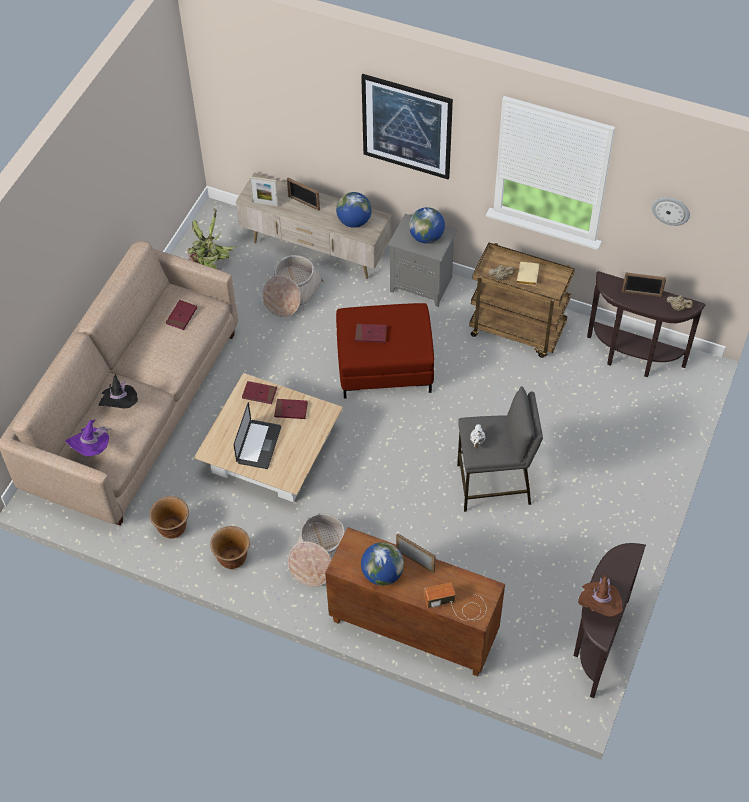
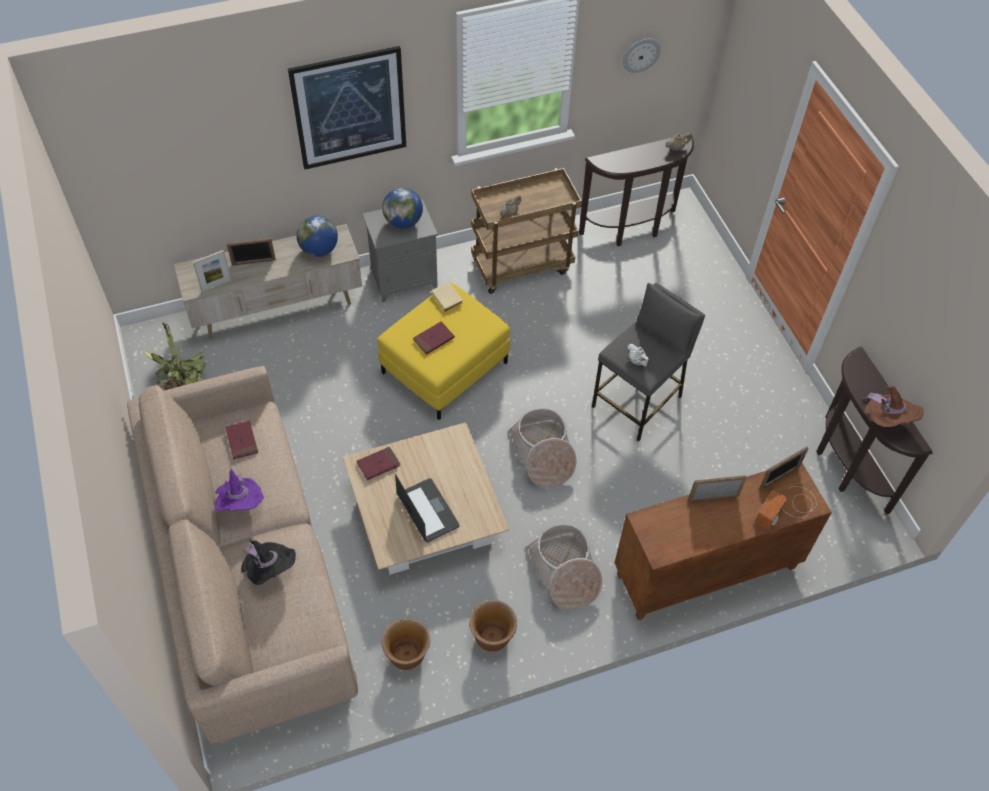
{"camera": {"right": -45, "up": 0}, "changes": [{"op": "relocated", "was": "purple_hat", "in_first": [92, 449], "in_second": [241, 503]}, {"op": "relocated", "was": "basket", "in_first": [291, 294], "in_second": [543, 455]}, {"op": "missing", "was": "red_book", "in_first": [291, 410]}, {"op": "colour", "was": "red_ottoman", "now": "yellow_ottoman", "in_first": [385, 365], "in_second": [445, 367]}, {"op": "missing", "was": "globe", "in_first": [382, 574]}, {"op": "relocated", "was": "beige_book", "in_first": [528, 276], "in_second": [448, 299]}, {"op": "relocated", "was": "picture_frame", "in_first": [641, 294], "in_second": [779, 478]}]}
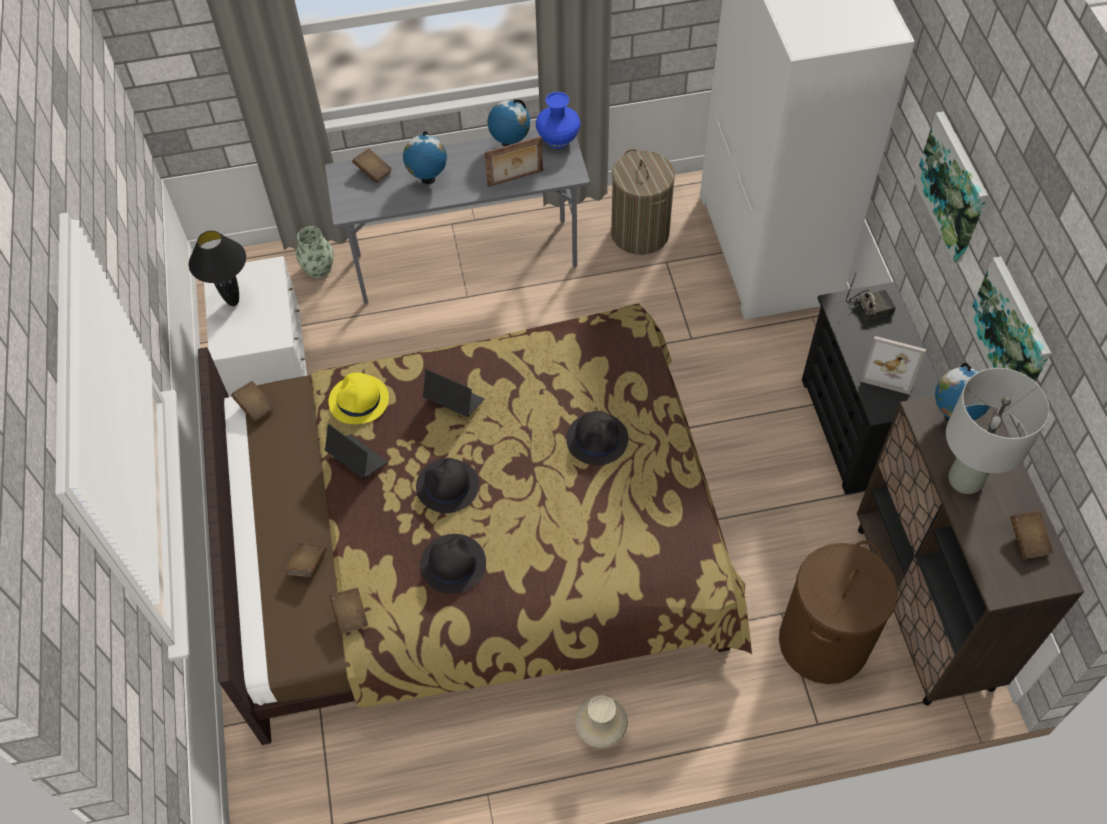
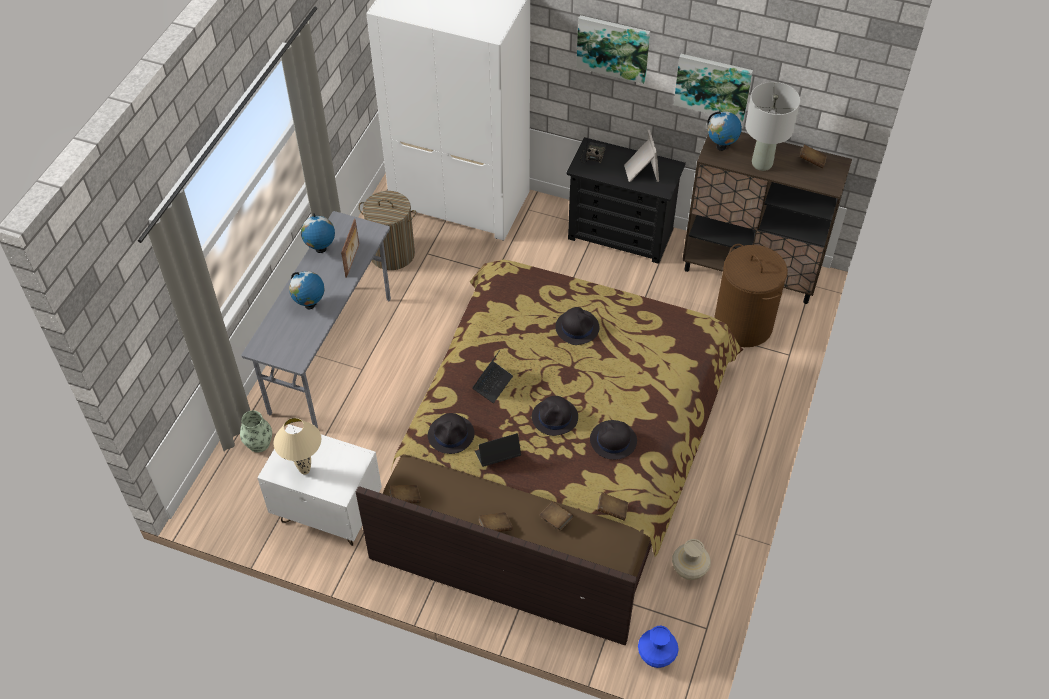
{"camera": {"right": -60, "up": -5}, "changes": [{"op": "colour", "was": "black_table_lamp", "now": "beige_table_lamp", "in_first": [233, 302], "in_second": [305, 471]}, {"op": "colour", "was": "yellow_hat", "now": "black_hat", "in_first": [359, 400], "in_second": [451, 434]}, {"op": "relocated", "was": "brown_book", "in_first": [373, 172], "in_second": [495, 527]}, {"op": "spun", "was": "laptop", "in_first": [454, 401], "in_second": [492, 384], "clockwise": 150}, {"op": "relocated", "was": "blue_vase", "in_first": [558, 140], "in_second": [656, 656]}, {"op": "relocated", "was": "beige_vase", "in_first": [600, 730], "in_second": [689, 570]}, {"op": "spun", "was": "picture_frame", "in_first": [889, 369], "in_second": [640, 171], "clockwise": -60}]}
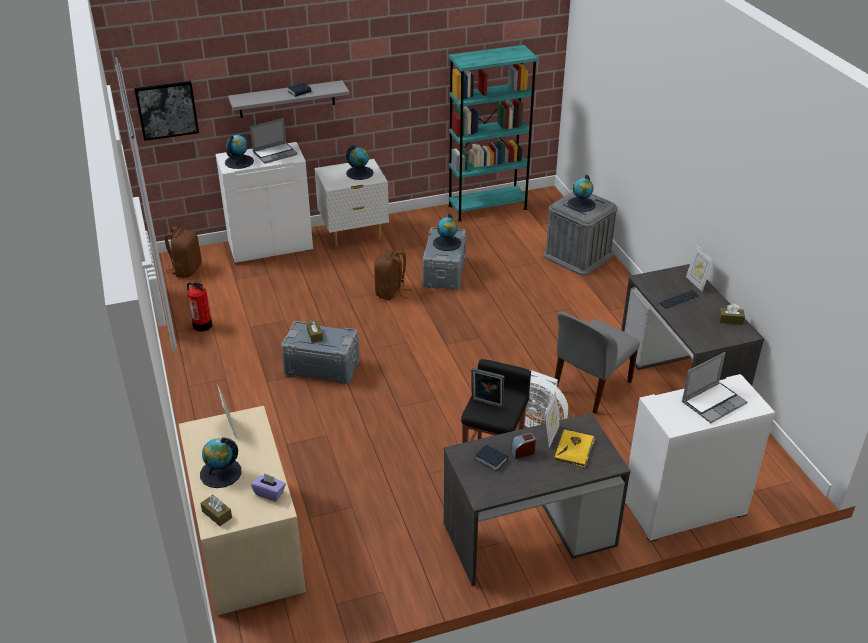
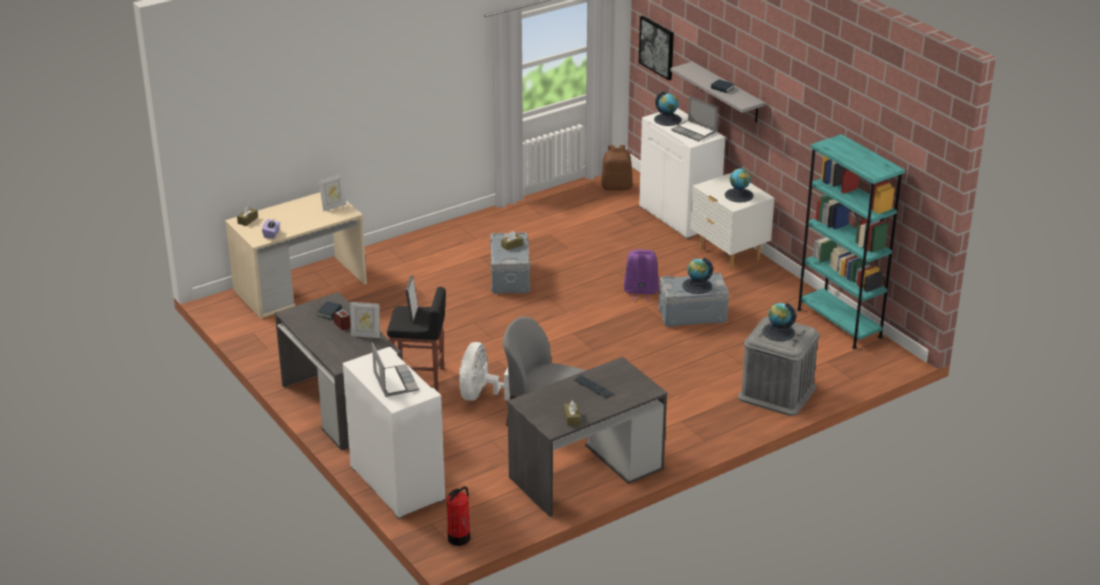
{"camera": {"right": 75, "up": -5}, "changes": [{"op": "relocated", "was": "fire_extinguisher", "in_first": [202, 325], "in_second": [459, 538]}, {"op": "missing", "was": "globe", "in_first": [220, 473]}, {"op": "colour", "was": "brown_backpack", "now": "purple_backpack", "in_first": [391, 292], "in_second": [640, 291]}, {"op": "missing", "was": "yellow_book", "in_first": [574, 450]}, {"op": "spun", "was": "laptop", "in_first": [713, 402], "in_second": [394, 381], "clockwise": -150}, {"op": "missing", "was": "picture_frame", "in_first": [696, 283]}]}
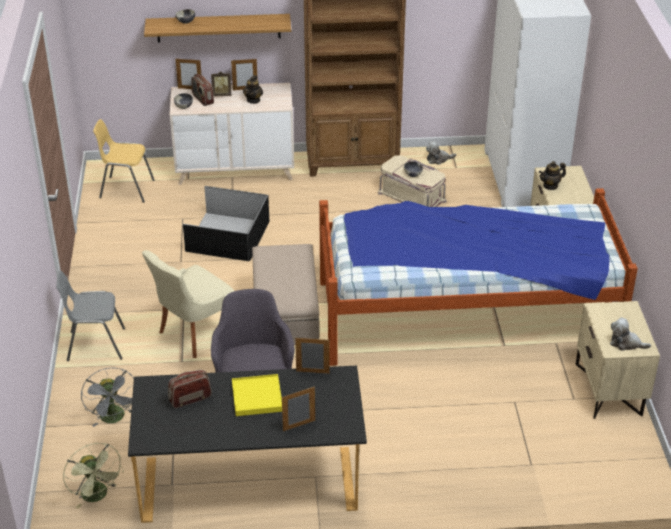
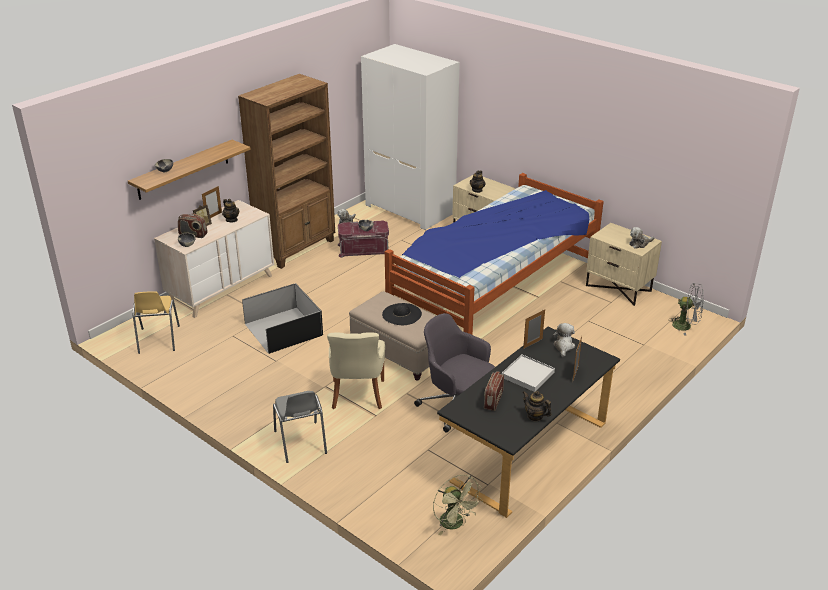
{"camera": {"right": -45, "up": -5}, "changes": [{"op": "spun", "was": "grey_chair", "in_first": [95, 345], "in_second": [300, 443], "clockwise": -60}, {"op": "spun", "was": "green_fan", "in_first": [97, 496], "in_second": [455, 524], "clockwise": 45}, {"op": "relocated", "was": "grey_fan", "in_first": [114, 418], "in_second": [686, 326]}, {"op": "spun", "was": "yellow_chair", "in_first": [126, 189], "in_second": [158, 340], "clockwise": -60}, {"op": "missing", "was": "picture_frame", "in_first": [190, 89]}, {"op": "colour", "was": "yellow_tray", "now": "white_tray", "in_first": [257, 397], "in_second": [528, 375]}, {"op": "colour", "was": "beige_storage_box", "now": "red_storage_box", "in_first": [412, 196], "in_second": [363, 248]}, {"op": "appeared", "now": "black_hat", "in_second": [401, 314]}, {"op": "appeared", "now": "teapot", "in_second": [535, 416]}, {"op": "appeared", "now": "plush_toy", "in_second": [563, 346]}]}
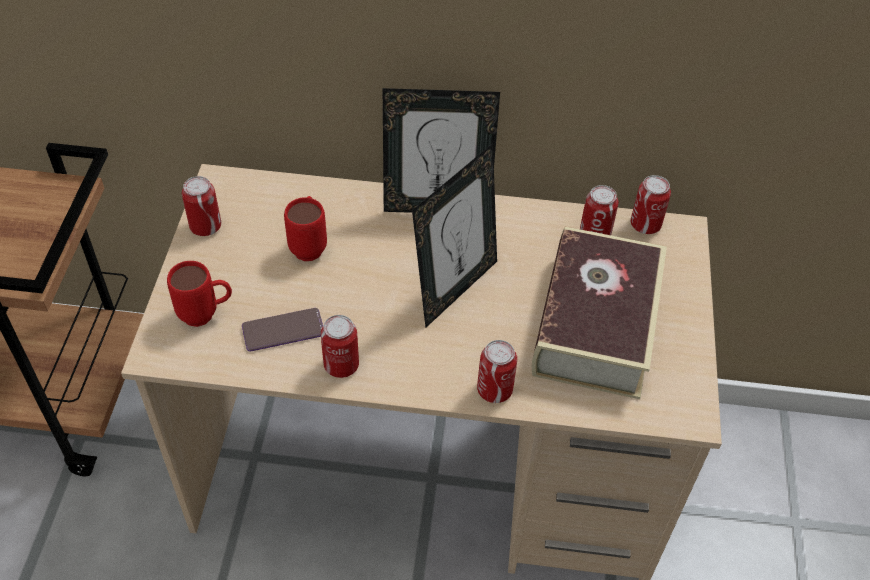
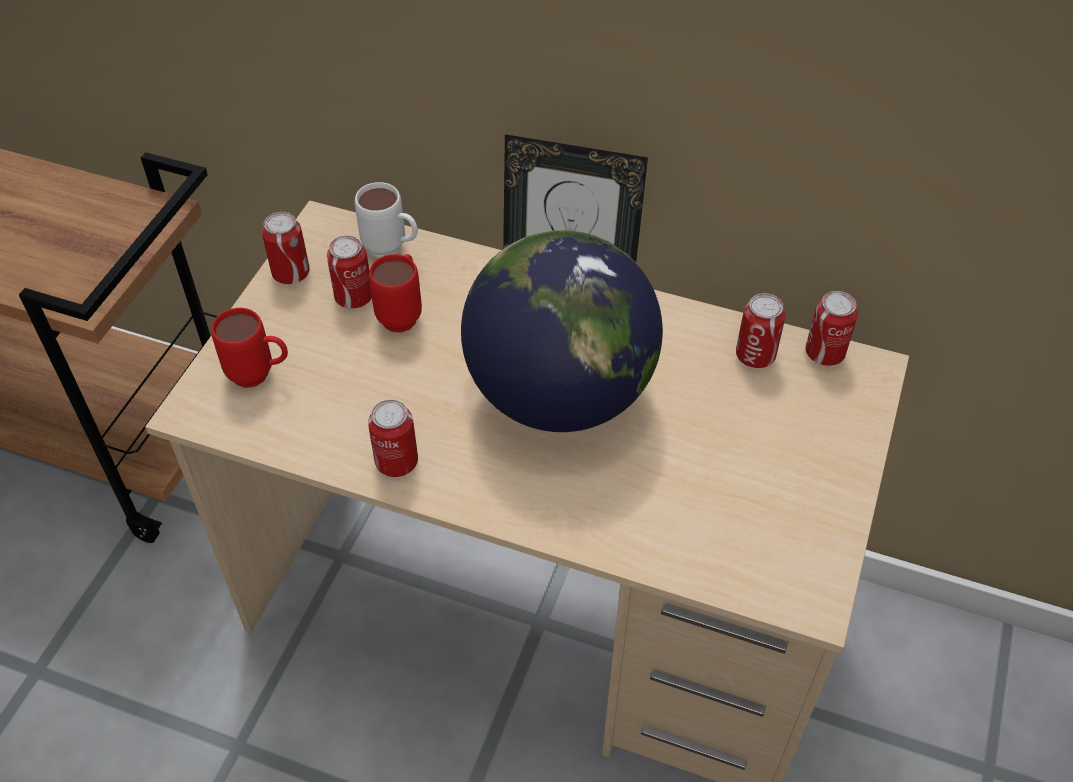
{"camera": {"right": 15, "up": 0}, "changes": [{"op": "missing", "was": "phone", "in_first": [283, 330]}, {"op": "exchanged", "was": "picture_frame", "now": "globe", "in_first": [455, 289], "in_second": [560, 393]}, {"op": "relocated", "was": "can", "in_first": [494, 390], "in_second": [354, 297]}, {"op": "missing", "was": "book", "in_first": [596, 324]}, {"op": "appeared", "now": "white_mug", "in_second": [392, 250]}]}
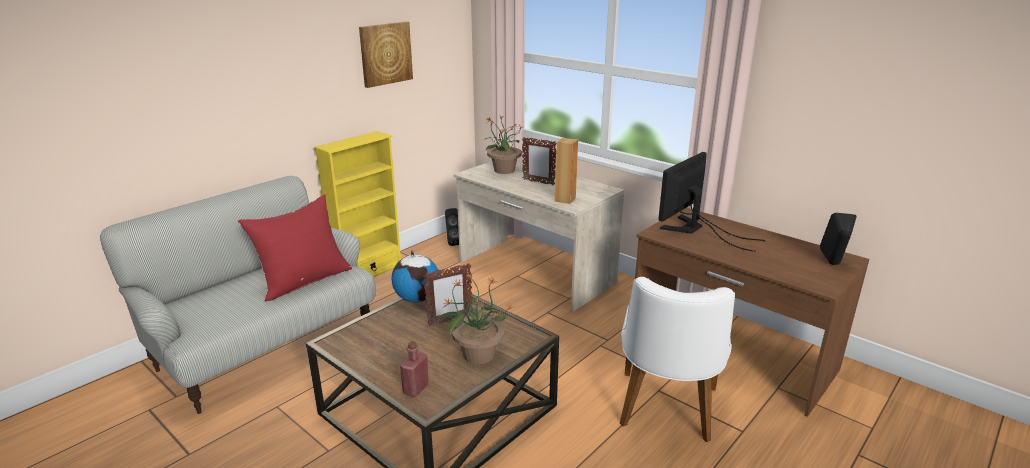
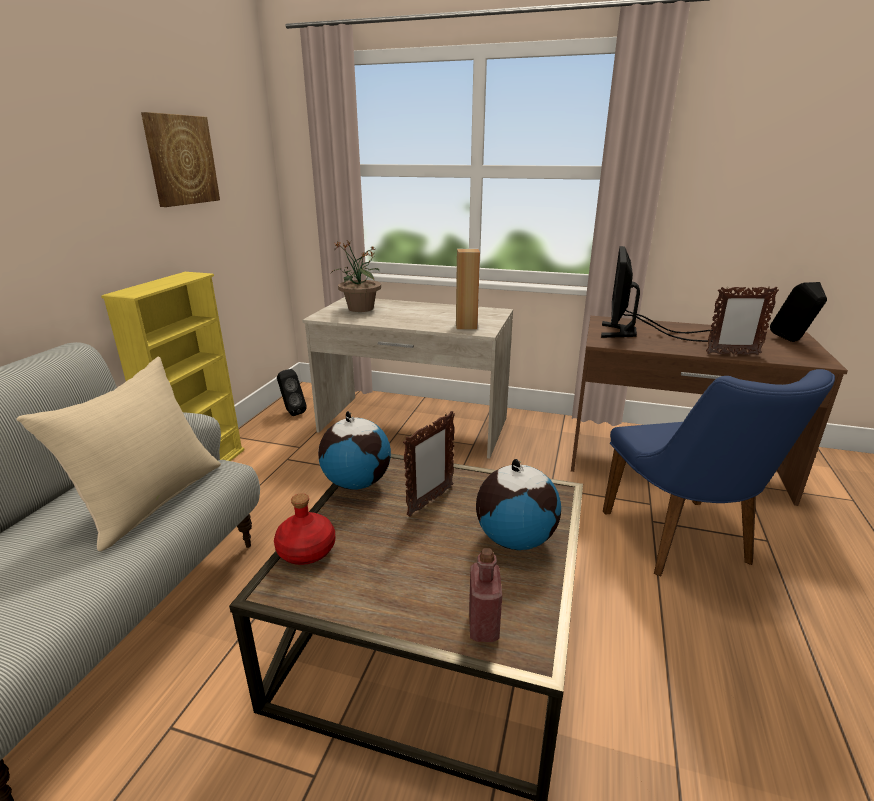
{"camera": {"right": -25, "up": 0}, "changes": [{"op": "colour", "was": "red_pillow", "now": "beige_pillow", "in_first": [304, 280], "in_second": [151, 500]}, {"op": "exchanged", "was": "potted_plant", "now": "globe", "in_first": [477, 354], "in_second": [515, 539]}, {"op": "relocated", "was": "picture_frame", "in_first": [538, 182], "in_second": [732, 354]}, {"op": "colour", "was": "white_chair", "now": "blue_chair", "in_first": [665, 412], "in_second": [683, 544]}, {"op": "appeared", "now": "red_bottle", "in_second": [306, 550]}]}
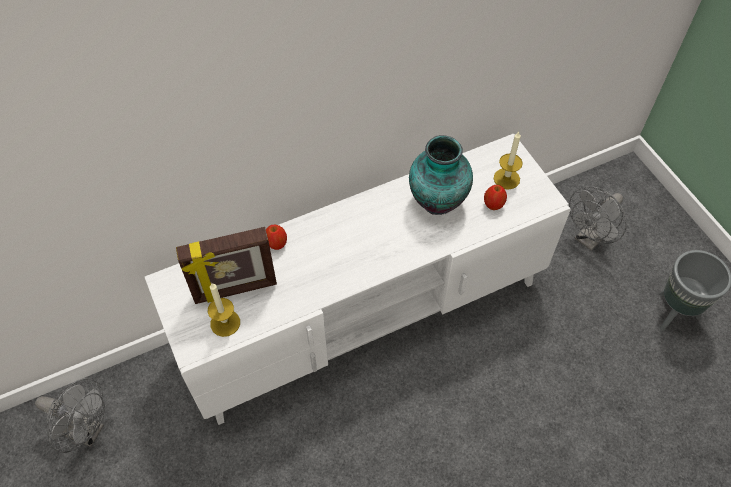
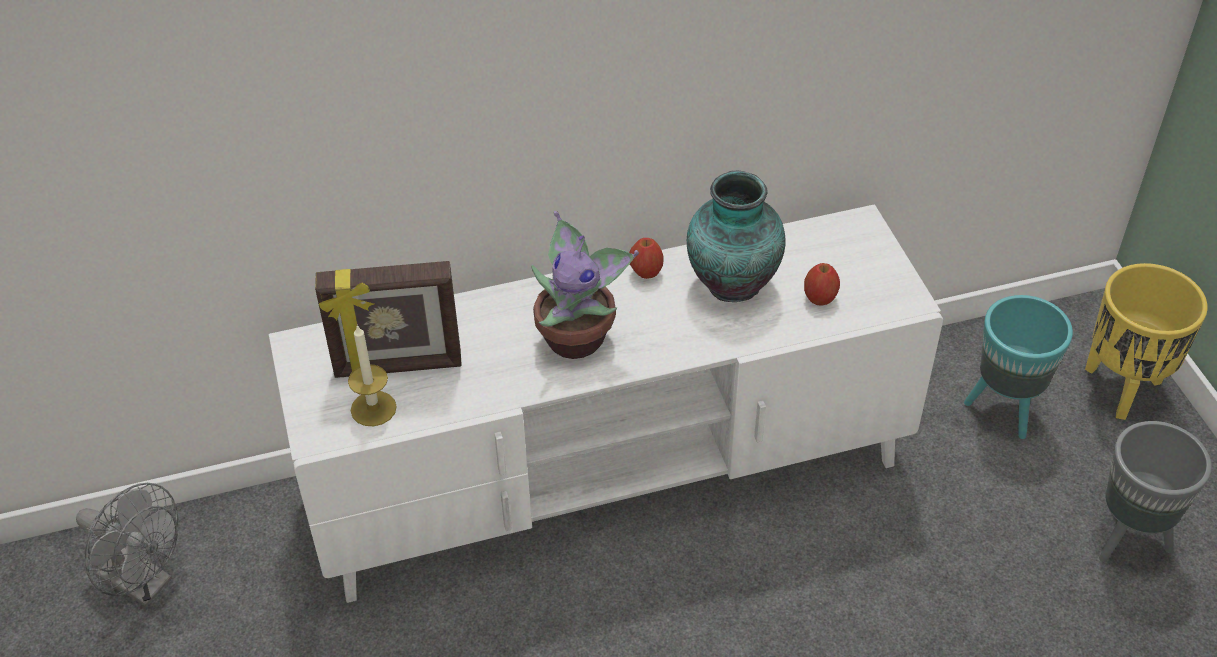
{"camera": {"right": 10, "up": -10}, "changes": [{"op": "relocated", "was": "apple", "in_first": [276, 244], "in_second": [646, 272]}, {"op": "missing", "was": "candle", "in_first": [506, 178]}, {"op": "exchanged", "was": "grey_fan", "now": "turquoise_planter", "in_first": [589, 239], "in_second": [1005, 410]}, {"op": "appeared", "now": "potted_plant", "in_second": [578, 337]}, {"op": "appeared", "now": "yellow_planter", "in_second": [1123, 388]}]}
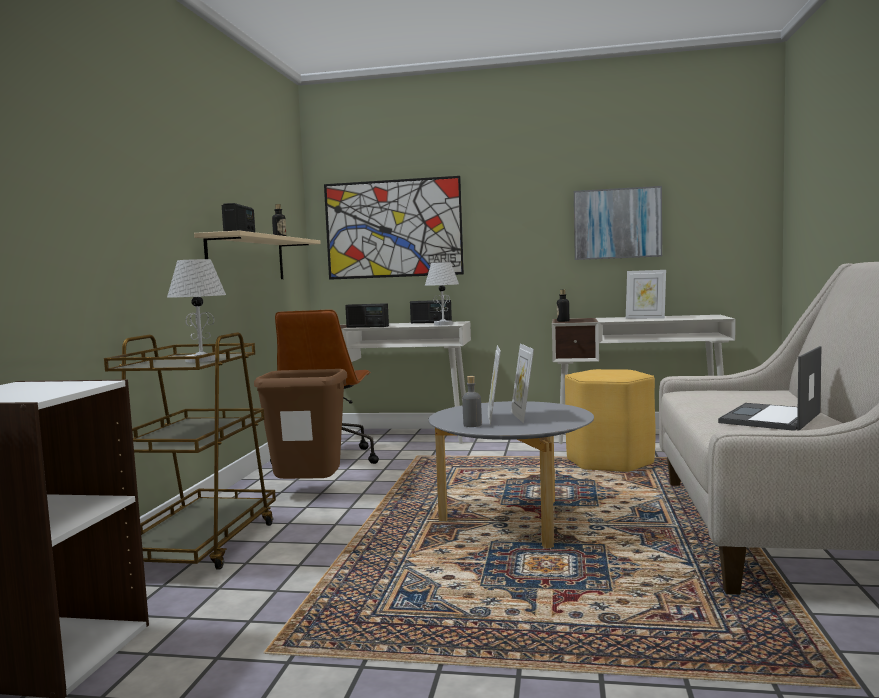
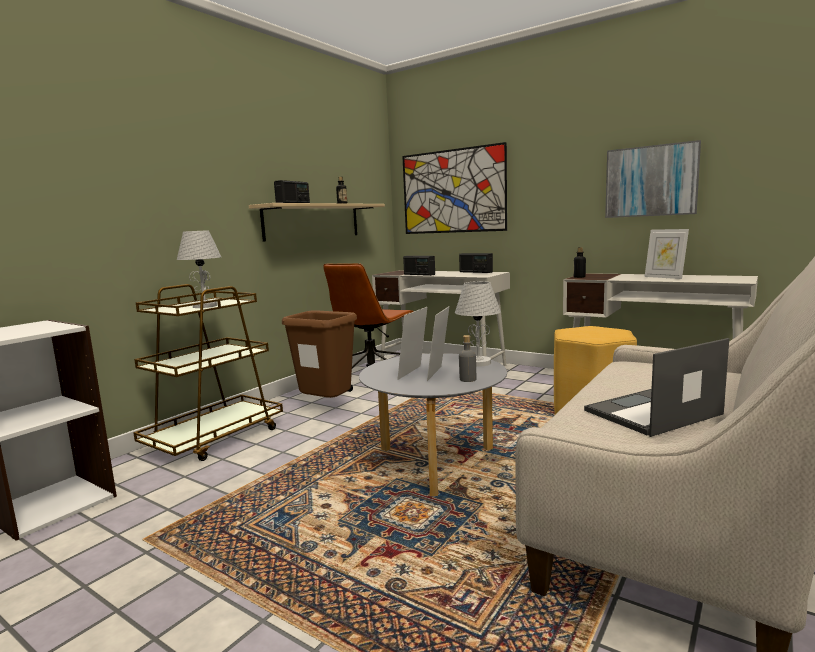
{"camera": {"right": 25, "up": 5}, "changes": [{"op": "relocated", "was": "white_table_lamp", "in_first": [443, 324], "in_second": [478, 363]}, {"op": "relocated", "was": "grey_bottle", "in_first": [472, 425], "in_second": [467, 379]}]}
